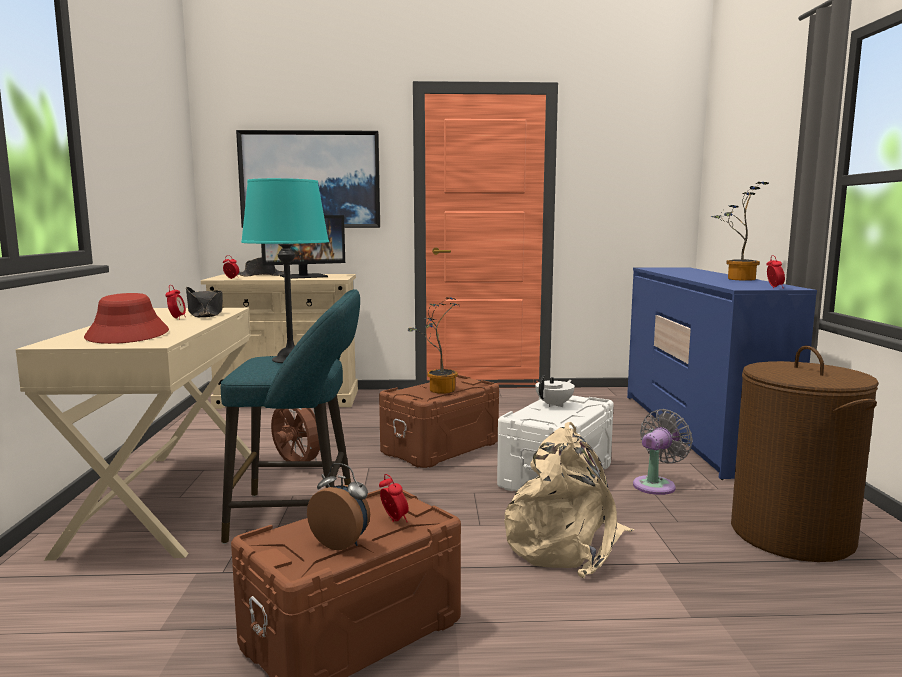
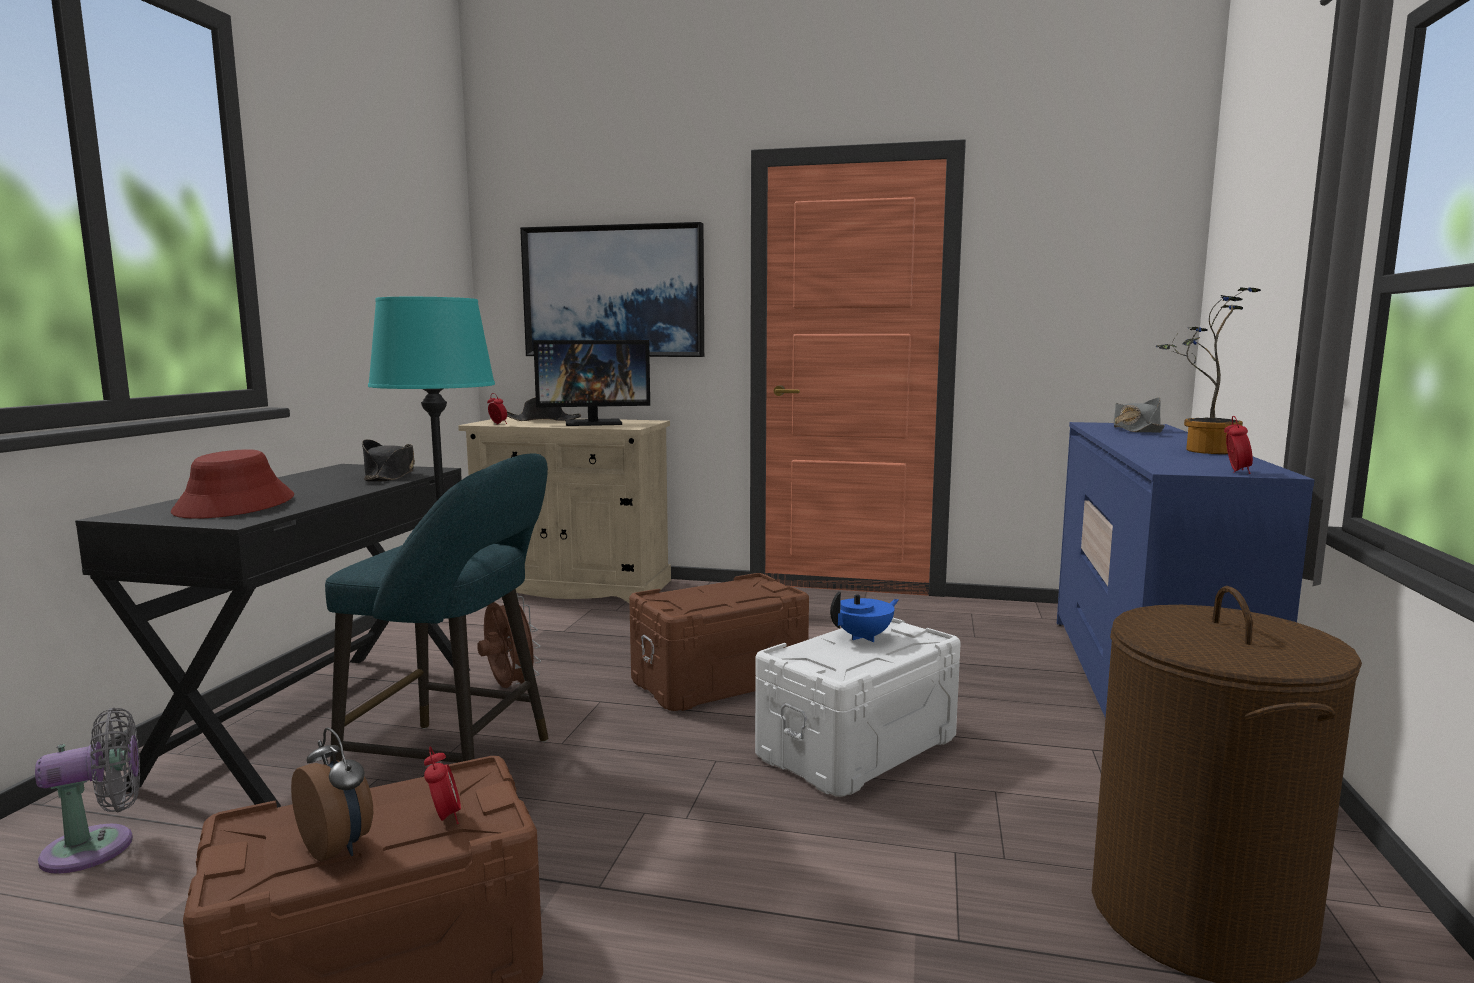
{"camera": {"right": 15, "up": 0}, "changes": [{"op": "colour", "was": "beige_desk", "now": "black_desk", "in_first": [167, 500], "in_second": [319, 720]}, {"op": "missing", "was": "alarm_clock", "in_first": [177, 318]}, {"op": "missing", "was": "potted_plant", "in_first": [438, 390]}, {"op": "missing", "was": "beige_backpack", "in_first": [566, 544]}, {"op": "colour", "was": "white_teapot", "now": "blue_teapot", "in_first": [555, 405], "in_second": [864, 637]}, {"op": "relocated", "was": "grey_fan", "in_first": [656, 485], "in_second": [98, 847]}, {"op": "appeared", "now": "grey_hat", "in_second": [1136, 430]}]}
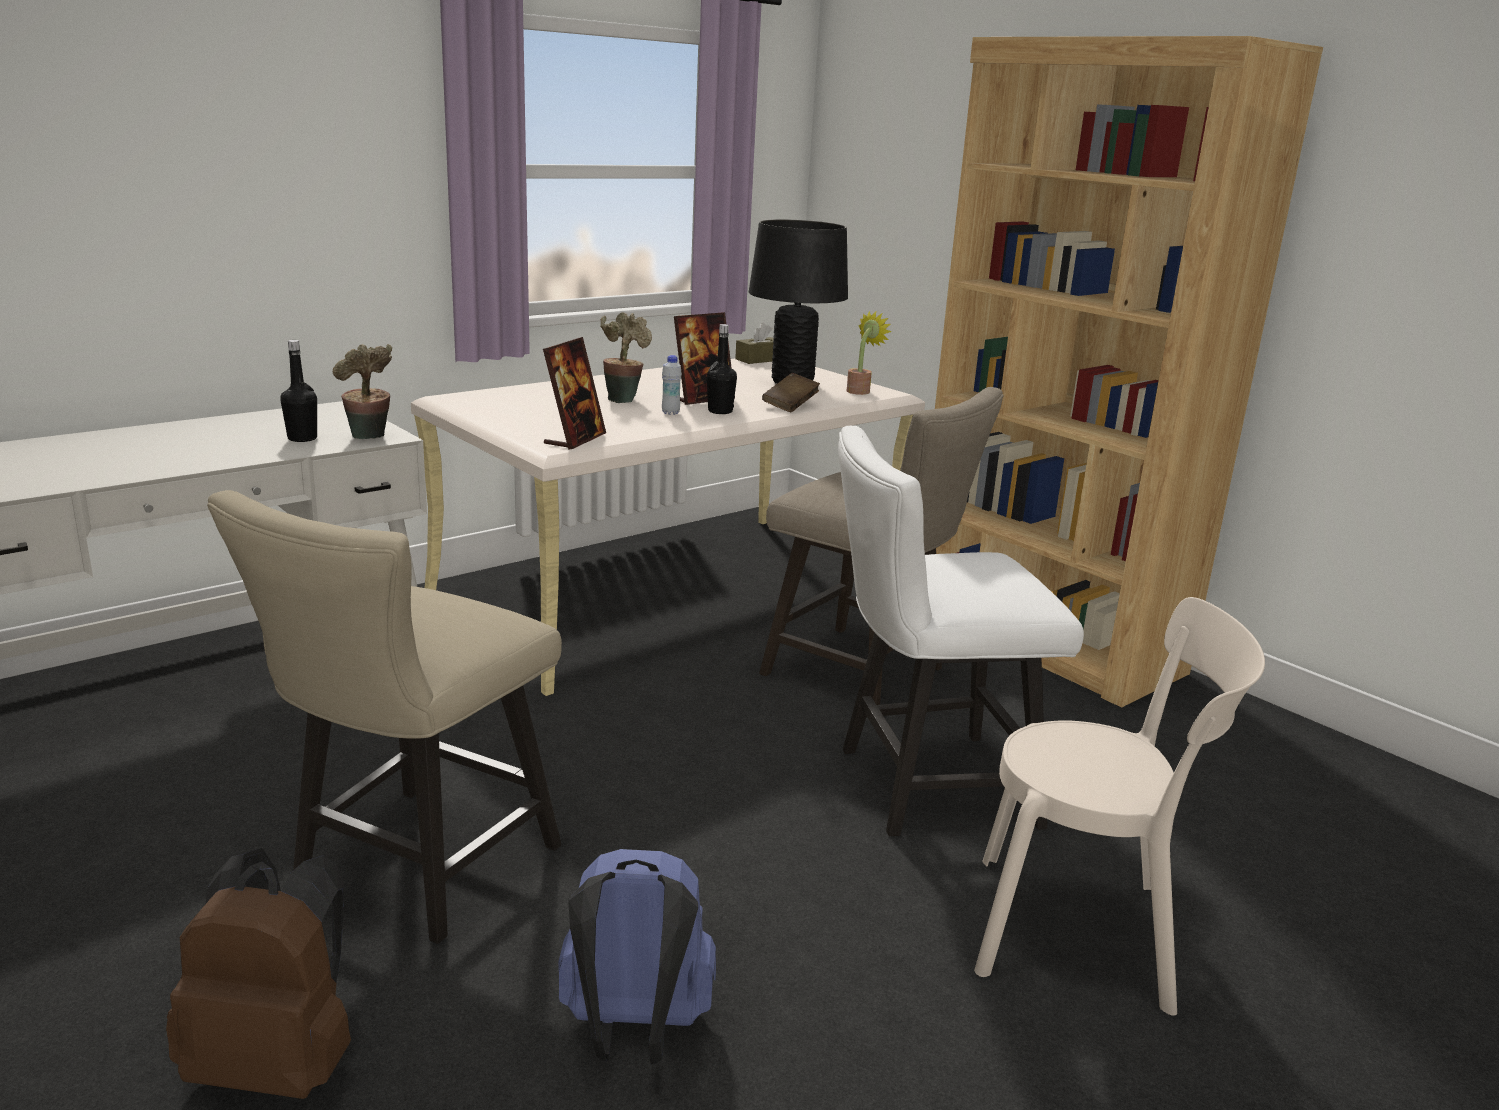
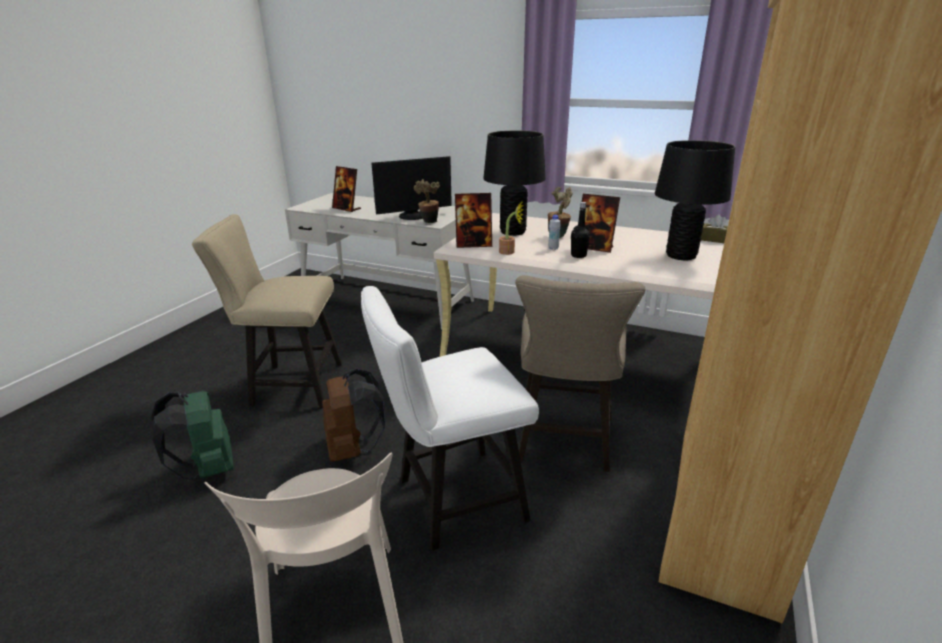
{"camera": {"right": 65, "up": 5}, "changes": [{"op": "relocated", "was": "brown_backpack", "in_first": [278, 1062], "in_second": [352, 449]}, {"op": "exchanged", "was": "black_bottle", "now": "monitor", "in_first": [302, 438], "in_second": [413, 216]}, {"op": "colour", "was": "blue_backpack", "now": "green_backpack", "in_first": [633, 1032], "in_second": [207, 468]}, {"op": "missing", "was": "brown_book", "in_first": [790, 406]}, {"op": "spun", "was": "white_chair", "in_first": [922, 786], "in_second": [451, 501], "clockwise": -75}, {"op": "relocated", "was": "potted_plant", "in_first": [860, 391], "in_second": [510, 252]}, {"op": "appeared", "now": "picture_frame", "in_second": [346, 208]}, {"op": "appeared", "now": "black_table_lamp", "in_second": [512, 232]}]}
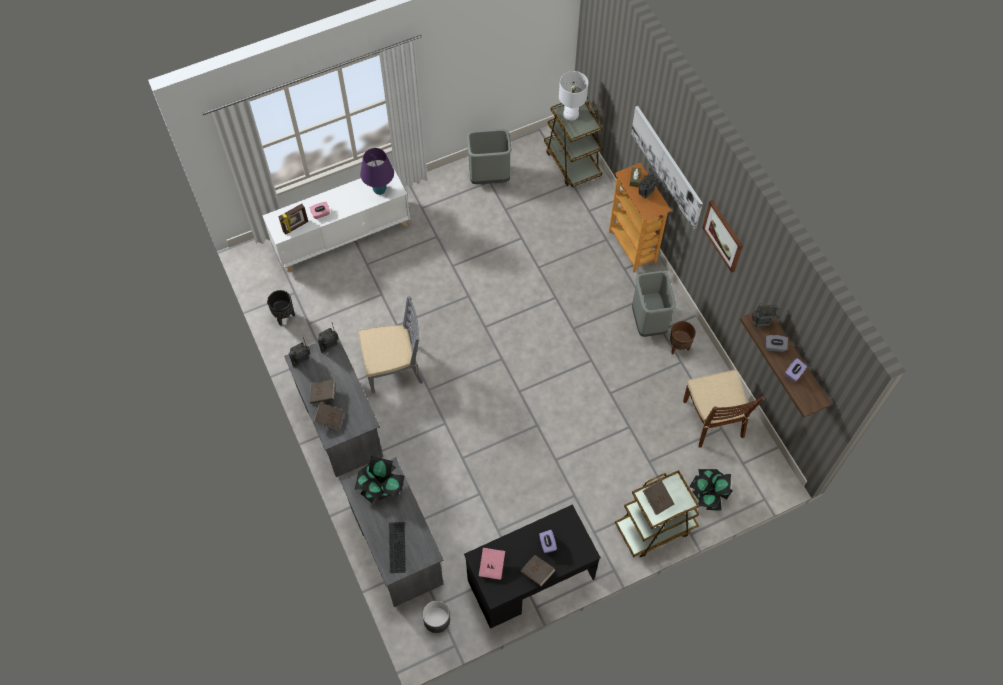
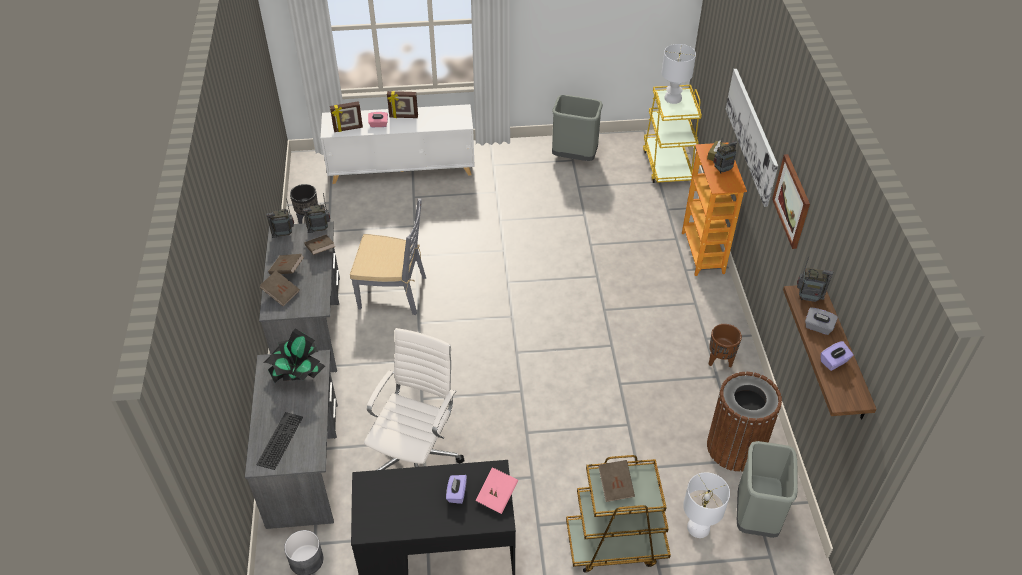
{"camera": {"right": 20, "up": -15}, "changes": [{"op": "missing", "was": "purple_table_lamp", "in_first": [379, 190]}, {"op": "relocated", "was": "pink_book", "in_first": [492, 565], "in_second": [497, 495]}, {"op": "relocated", "was": "brown_book", "in_first": [537, 573], "in_second": [320, 250]}, {"op": "colour", "was": "brown_cart", "now": "yellow_cart", "in_first": [572, 162], "in_second": [667, 165]}, {"op": "relocated", "was": "grey_trash_can", "in_first": [649, 322], "in_second": [756, 516]}, {"op": "exchanged", "was": "brown_chair", "now": "brown_trash_can", "in_first": [713, 419], "in_second": [735, 447]}, {"op": "exchanged", "was": "potted_plant", "now": "white_table_lamp", "in_first": [708, 494], "in_second": [698, 527]}, {"op": "appeared", "now": "white_office_chair", "in_second": [416, 456]}, {"op": "appeared", "now": "picture_frame", "in_second": [403, 117]}]}
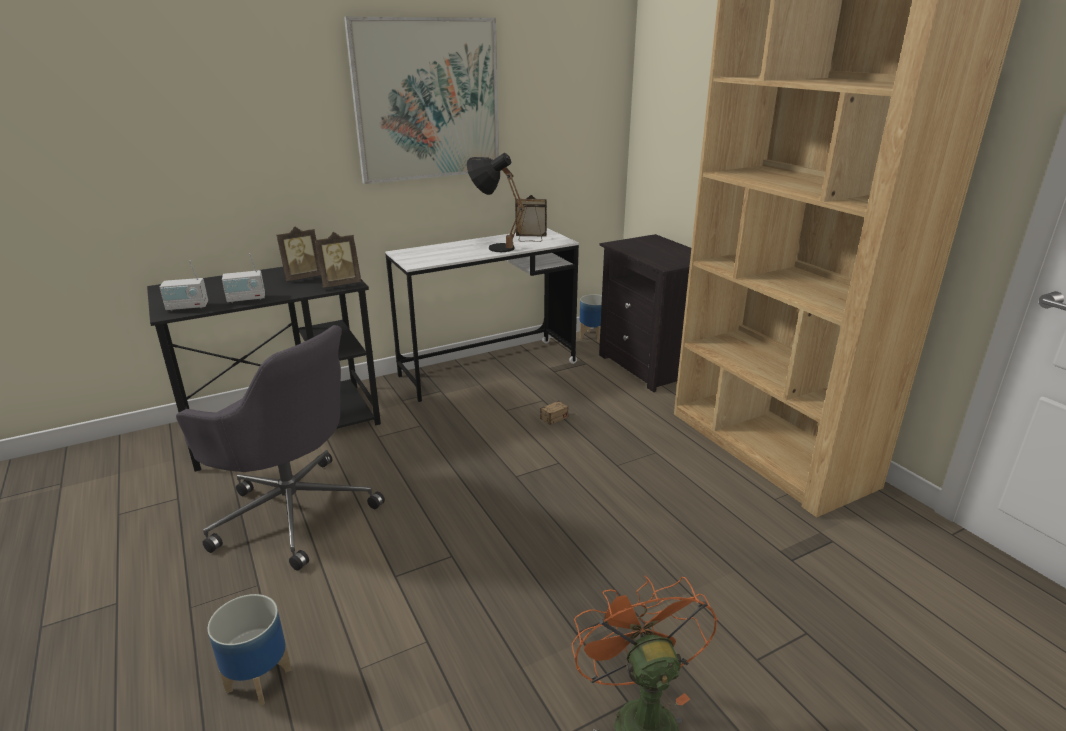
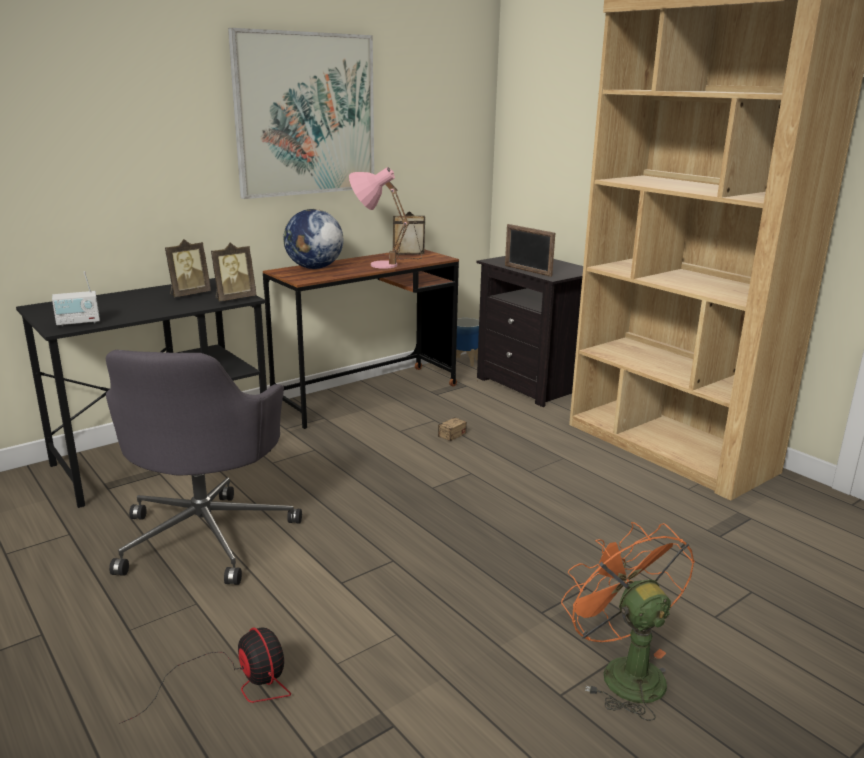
{"camera": {"right": -10, "up": -5}, "changes": [{"op": "spun", "was": "grey_office_chair", "in_first": [293, 511], "in_second": [207, 535], "clockwise": 75}, {"op": "exchanged", "was": "planter", "now": "fan", "in_first": [260, 680], "in_second": [235, 684]}, {"op": "missing", "was": "radio", "in_first": [246, 299]}, {"op": "colour", "was": "white_desk", "now": "brown_desk", "in_first": [488, 369], "in_second": [367, 395]}, {"op": "colour", "was": "black_table_lamp", "now": "pink_table_lamp", "in_first": [493, 247], "in_second": [374, 264]}, {"op": "appeared", "now": "globe", "in_second": [314, 268]}, {"op": "appeared", "now": "picture_frame", "in_second": [527, 271]}]}
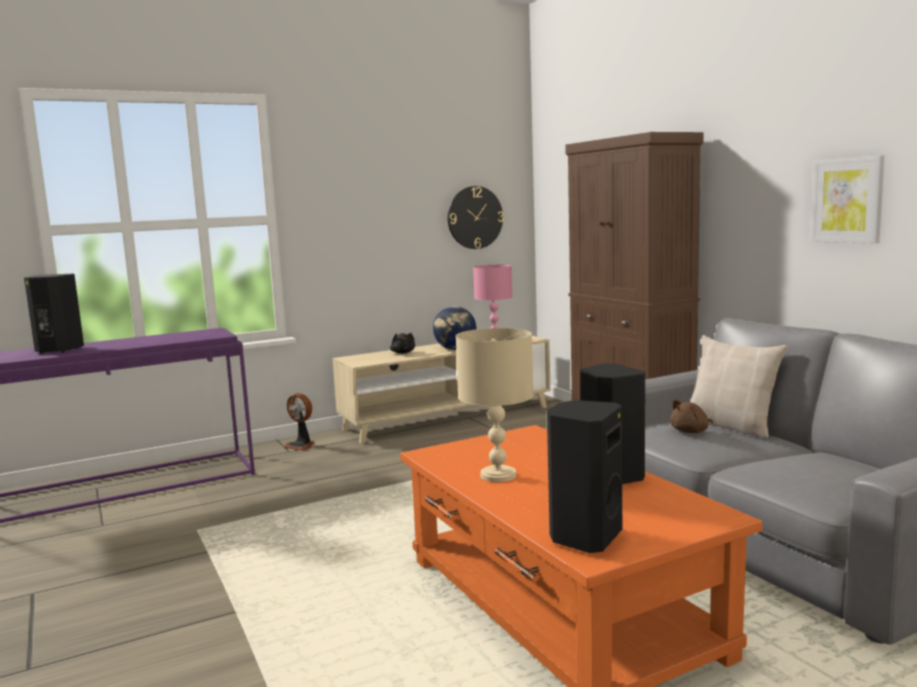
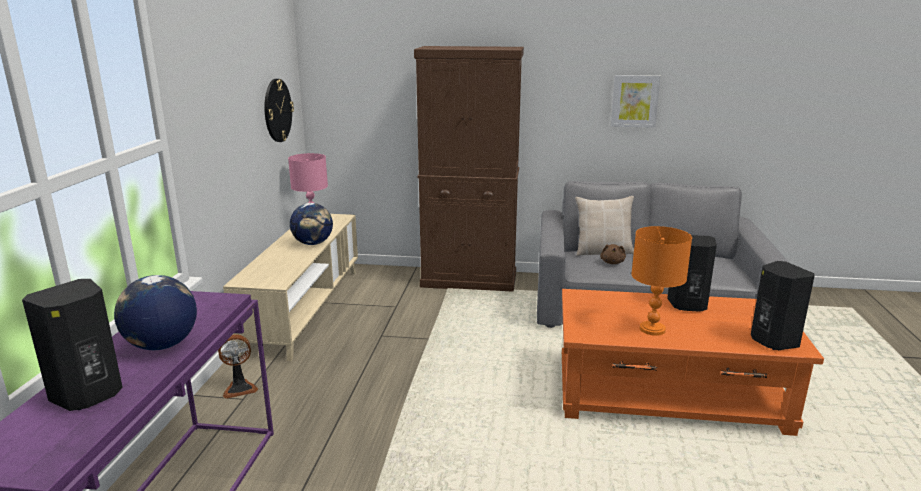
{"camera": {"right": -55, "up": 10}, "changes": [{"op": "missing", "was": "black_plush_toy", "in_first": [403, 353]}, {"op": "colour", "was": "beige_table_lamp", "now": "orange_table_lamp", "in_first": [498, 475], "in_second": [653, 329]}, {"op": "appeared", "now": "globe", "in_second": [162, 345]}]}
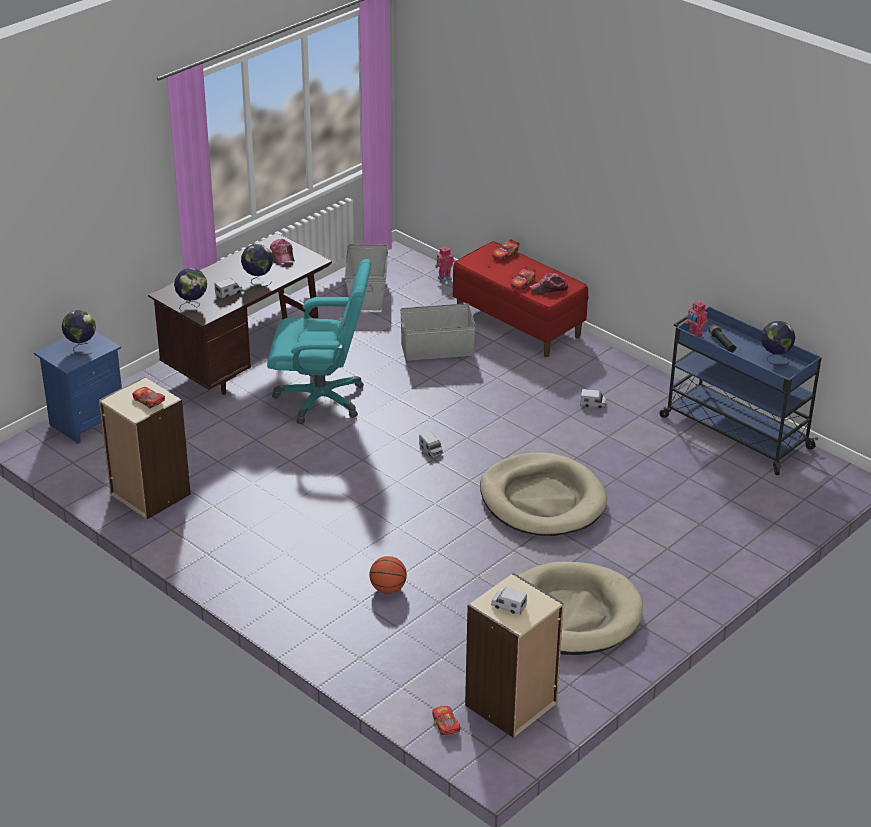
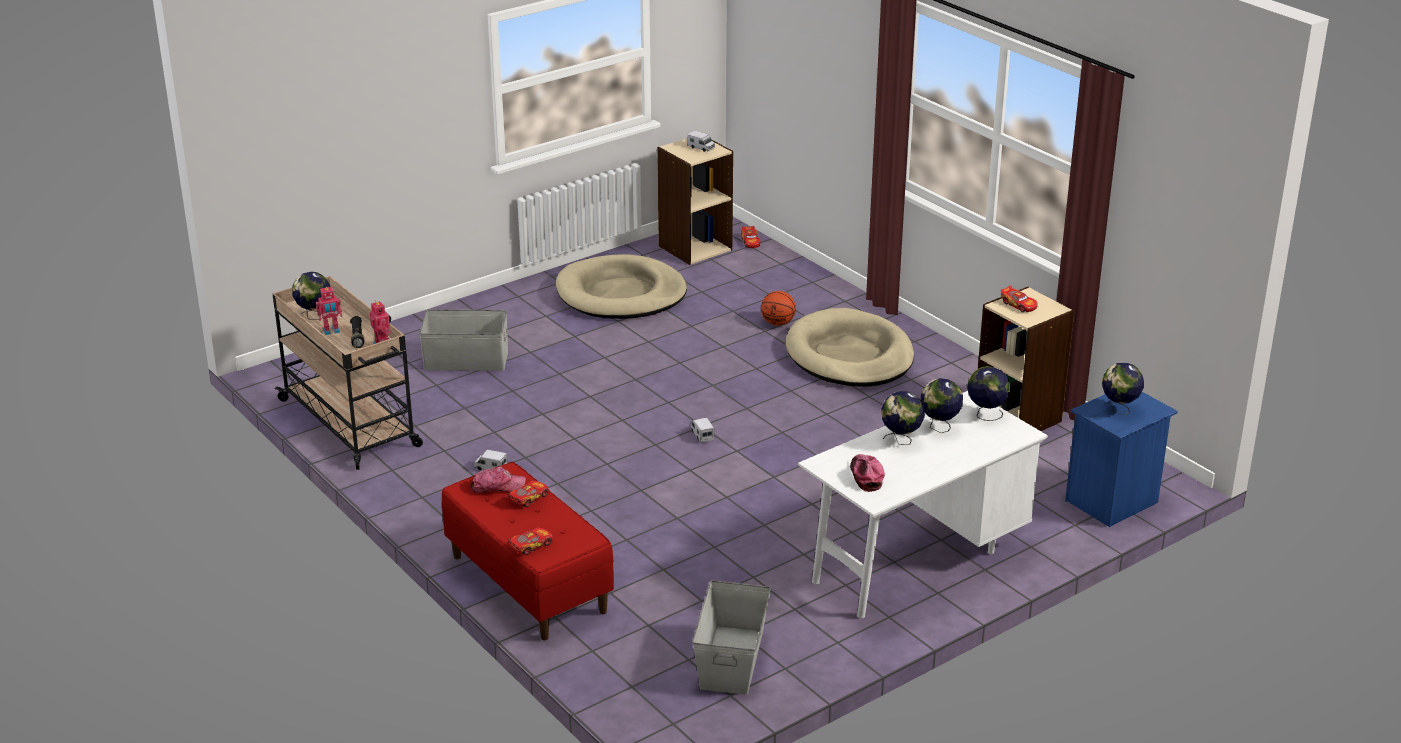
{"camera": {"right": -170, "up": -5}, "changes": [{"op": "colour", "was": "brown_desk", "now": "white_desk", "in_first": [246, 362], "in_second": [916, 562]}, {"op": "exchanged", "was": "toy_truck", "now": "globe", "in_first": [229, 293], "in_second": [939, 427]}, {"op": "missing", "was": "turquoise_office_chair", "in_first": [321, 399]}, {"op": "relocated", "was": "grey_storage_box", "in_first": [437, 349], "in_second": [466, 360]}, {"op": "relocated", "was": "toy_robot", "in_first": [444, 278], "in_second": [331, 331]}, {"op": "relocated", "was": "beige_dog_bed", "in_first": [542, 500], "in_second": [850, 355]}, {"op": "colour", "was": "blue_cart", "now": "beige_cart", "in_first": [734, 431], "in_second": [350, 424]}]}
